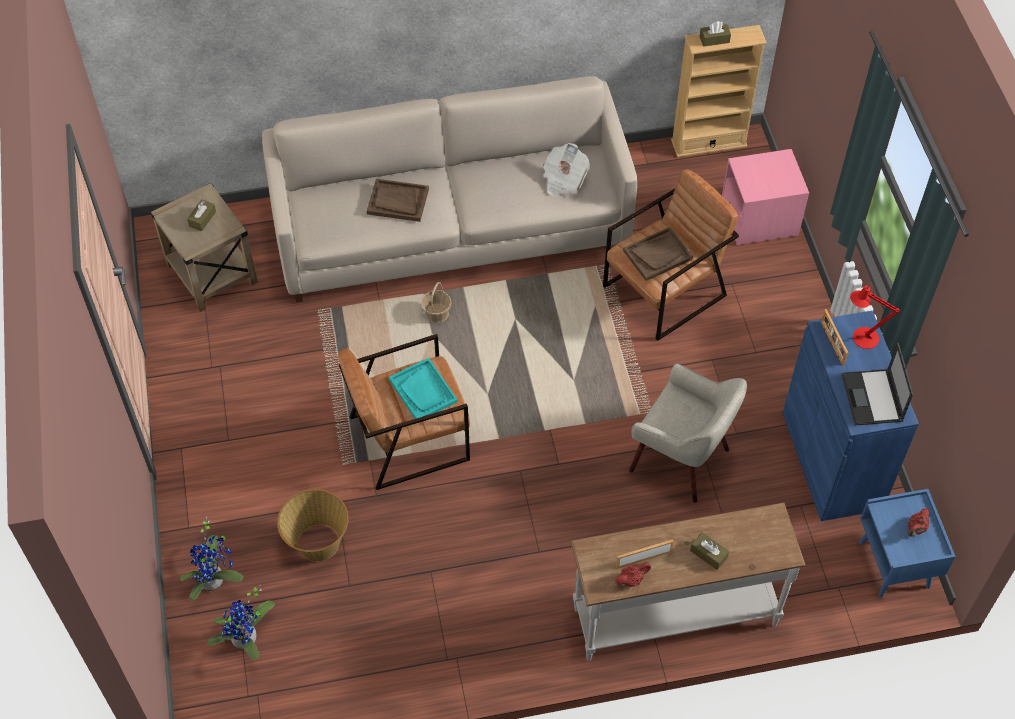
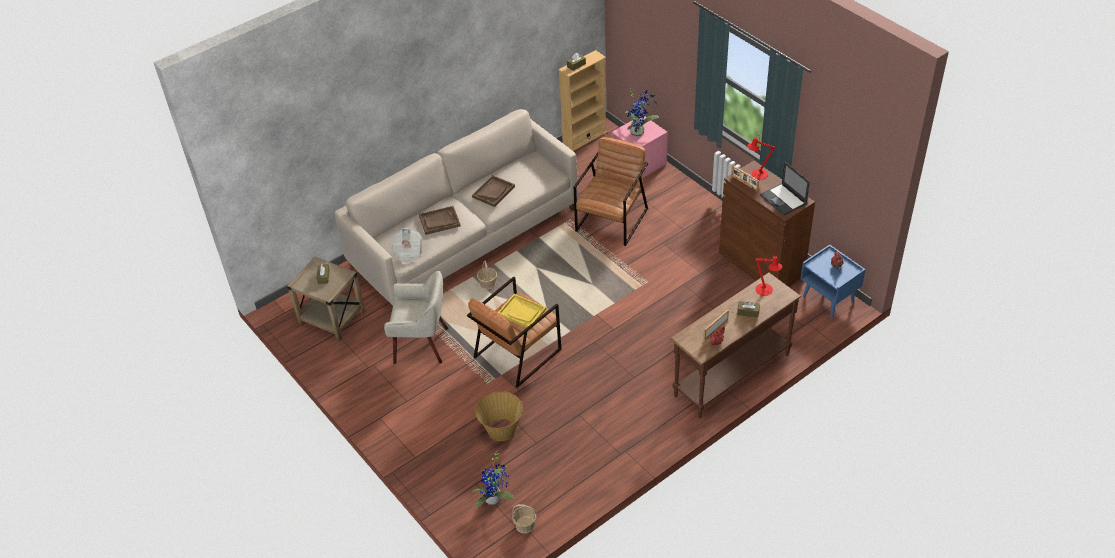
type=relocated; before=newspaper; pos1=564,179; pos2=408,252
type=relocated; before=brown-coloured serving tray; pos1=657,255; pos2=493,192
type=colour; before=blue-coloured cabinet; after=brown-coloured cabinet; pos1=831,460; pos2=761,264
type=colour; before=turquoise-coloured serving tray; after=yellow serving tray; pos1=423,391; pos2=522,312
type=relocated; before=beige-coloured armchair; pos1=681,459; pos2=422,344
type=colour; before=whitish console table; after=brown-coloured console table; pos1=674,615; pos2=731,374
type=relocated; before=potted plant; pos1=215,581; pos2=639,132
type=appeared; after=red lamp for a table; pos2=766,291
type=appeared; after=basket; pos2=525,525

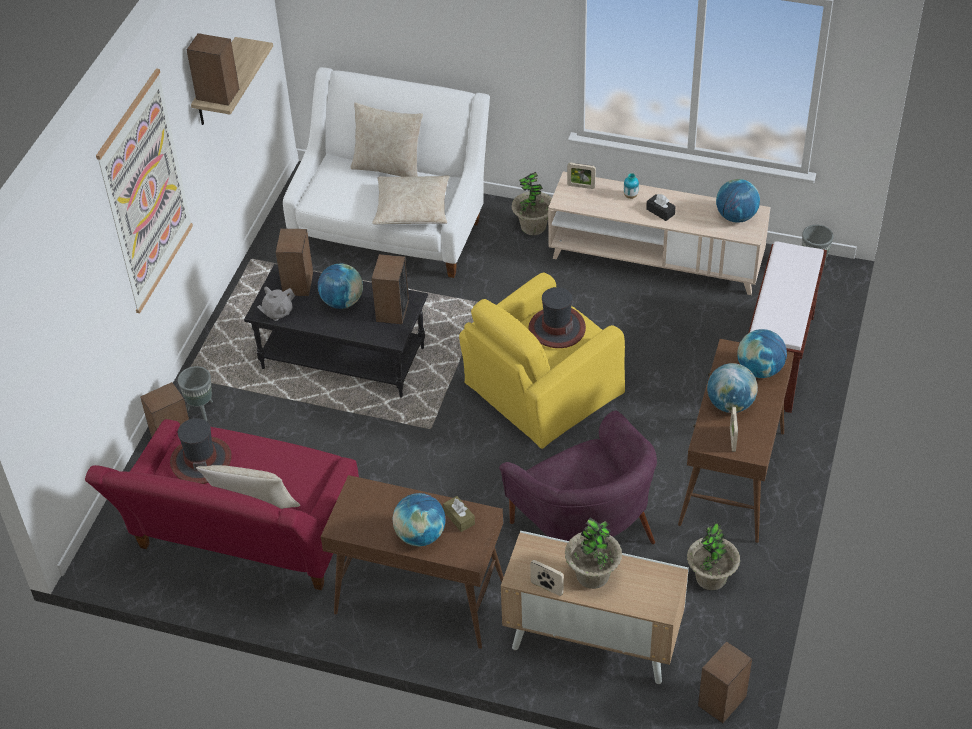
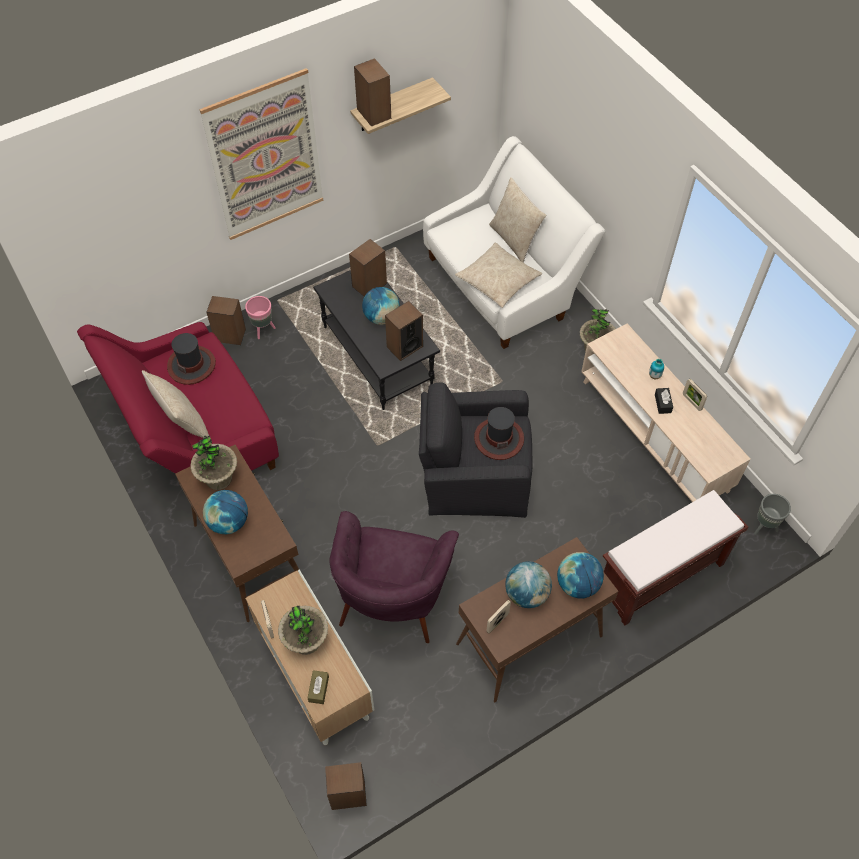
type=relocated; before=picture frame; pos1=581,186; pos2=692,402
type=missing; before=globe; pos1=736,217
type=colour; before=yellow armchair; after=blackish armchair; pos1=542,389; pos2=475,472
type=missing; before=grey pot for tea; pos1=277,312
type=colour; before=grey planter; after=pink-coloured planter; pos1=201,411; pos2=263,330
type=relocated; before=brown-coloured tissue holder; pos1=459,518; pos2=318,689
type=relocated; before=potted plant; pos1=711,578; pos2=218,478

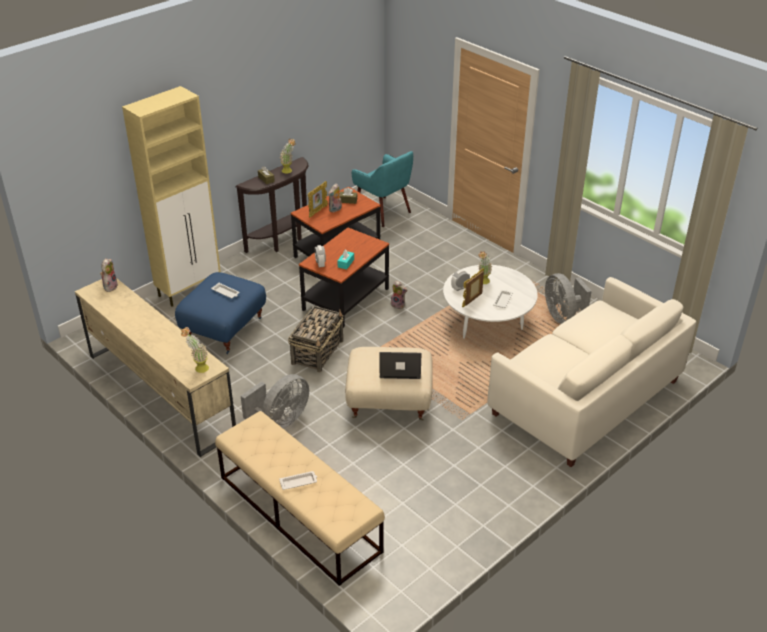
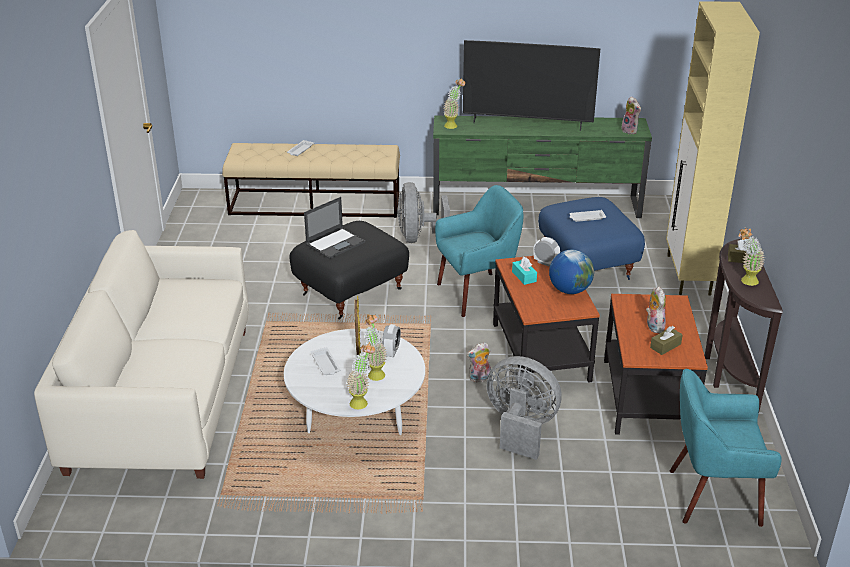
type=missing; before=picture frame; pos1=318,211
type=relocated; before=grey fan; pos1=562,316; pos2=520,428
type=colour; before=beige-coloured media console; after=green media console; pos1=160,393; pos2=537,206
type=exchanged; before=basket; after=turquoise-coloured armchair; pos1=318,352; pos2=477,293
type=colour; before=beige-coloured footrest; after=blackish footrest; pos1=388,403; pos2=351,291
type=appeared; after=television; pos2=527,123
type=appeared; after=globe; pos2=569,290
type=appeared; after=potted plant; pos2=362,401

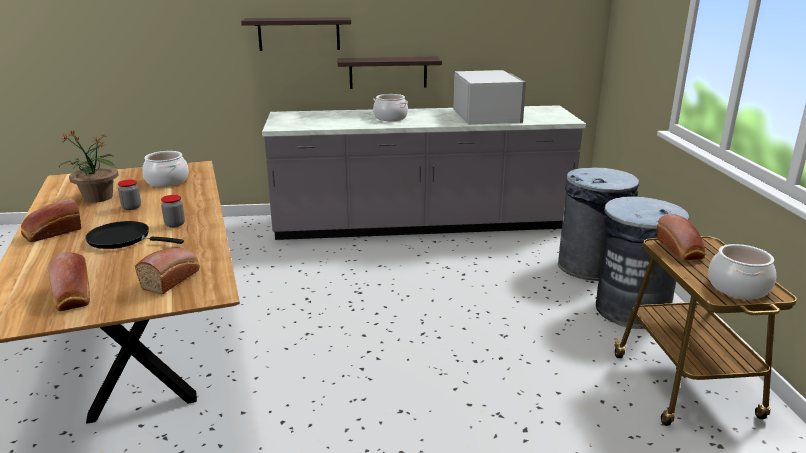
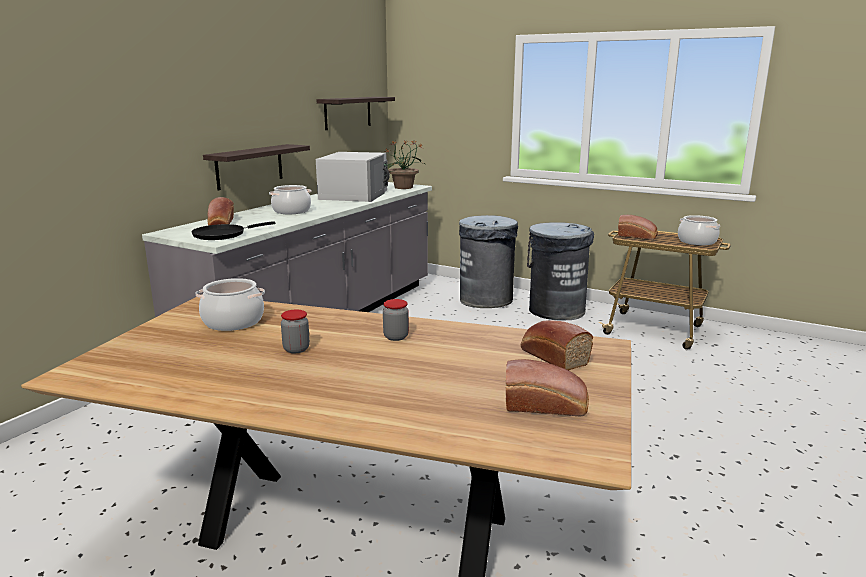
type=relocated; before=shelf; pos1=299,34; pos2=347,112
type=spun; before=whitish kitchen microwave; pos1=486,115; pos2=354,194; turn=75
type=relocated; before=potted plant; pos1=98,198; pos2=404,187
type=relocated; before=bakery bread; pos1=52,233; pos2=221,223
type=relocated; before=blackish frying pan; pos1=123,239; pos2=222,235

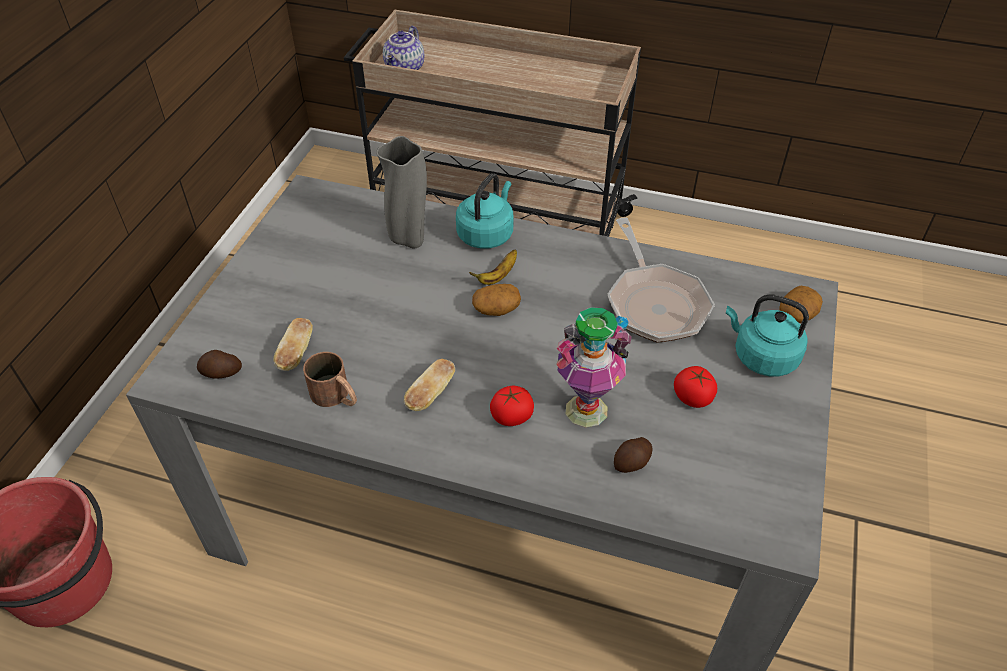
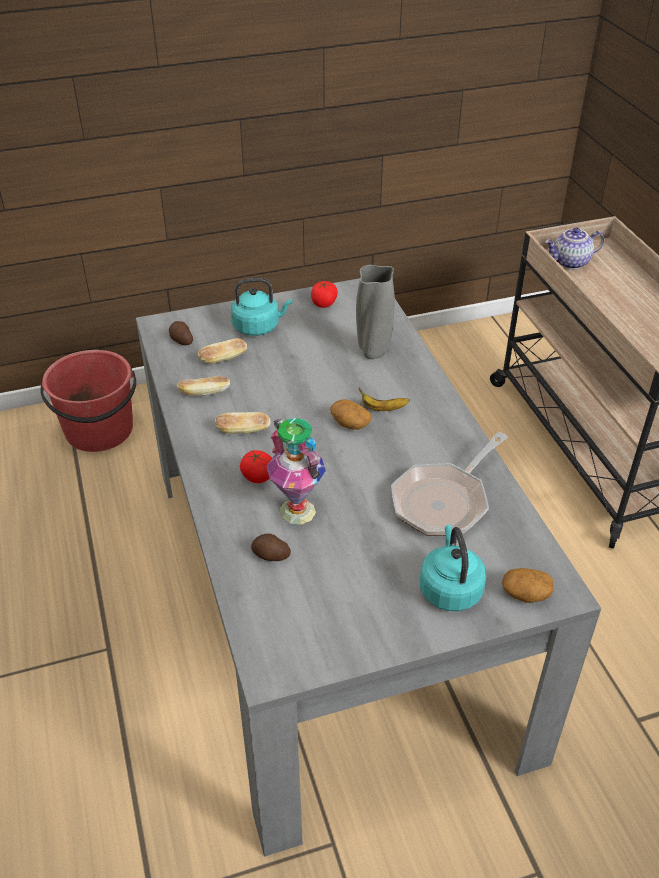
type=relocated; before=turquoise-coloured kettle; pos1=486,234; pos2=259,327
type=exchanged; before=brown-coloured mug; after=bakery bread; pos1=336,396; pos2=204,393
type=relocated; before=whole tomato; pos1=693,397; pos2=324,303

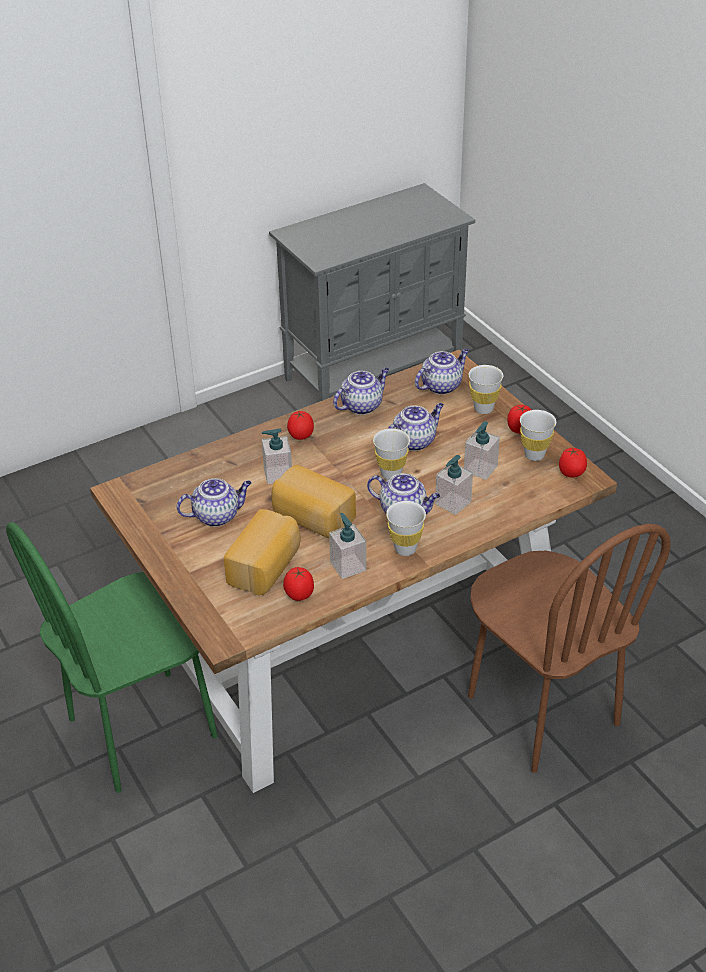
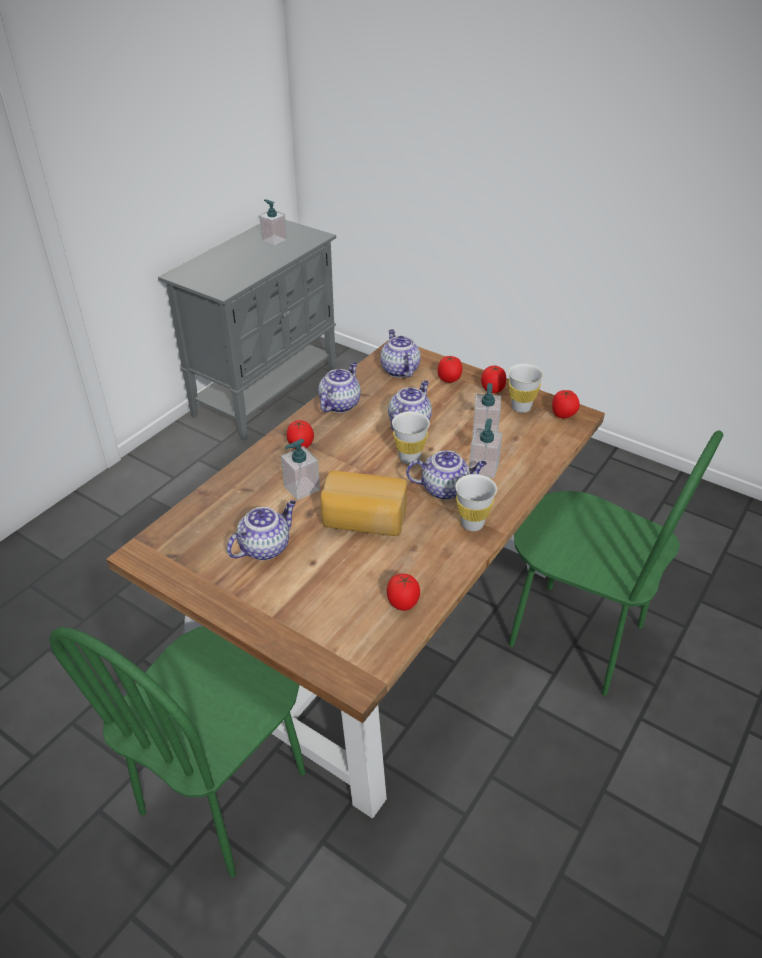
type=spun; before=pot for tea; pos1=441,385; pos2=399,370; turn=-45
type=exchanged; before=whitish cup; after=whole tomato; pos1=483,408; pos2=449,380
type=missing; before=bakery bread; pos1=266,567
type=relocated; before=soap bottle; pos1=348,566; pos2=274,240
type=colour; before=brown-coloured plain chair; after=green plain chair; pos1=541,710; pos2=576,636

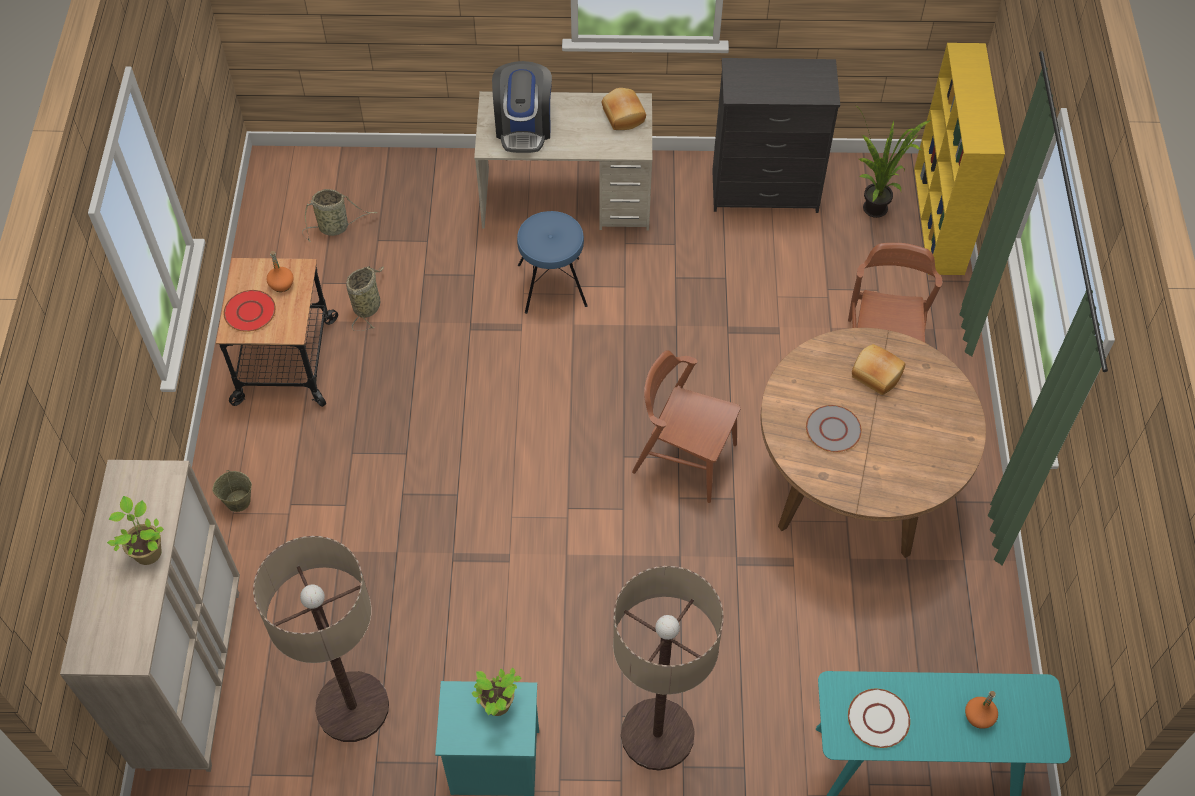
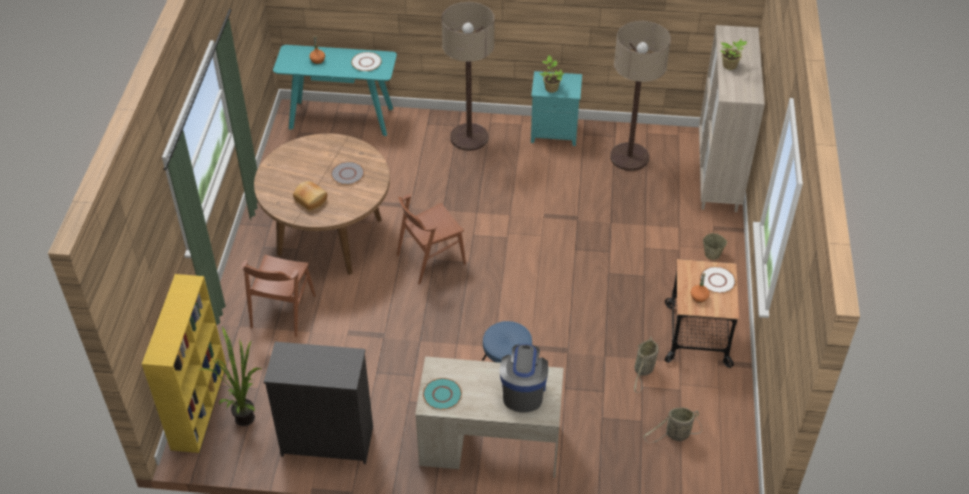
type=exchanged; before=bakery bread; after=turquoise-coloured dinner plate; pos1=622,116; pos2=442,394
type=colour; before=red dinner plate; after=whitish dinner plate; pos1=250,311; pos2=717,281
type=spun; before=brown-coloured plain chair; pos1=684,458; pos2=430,259; turn=120

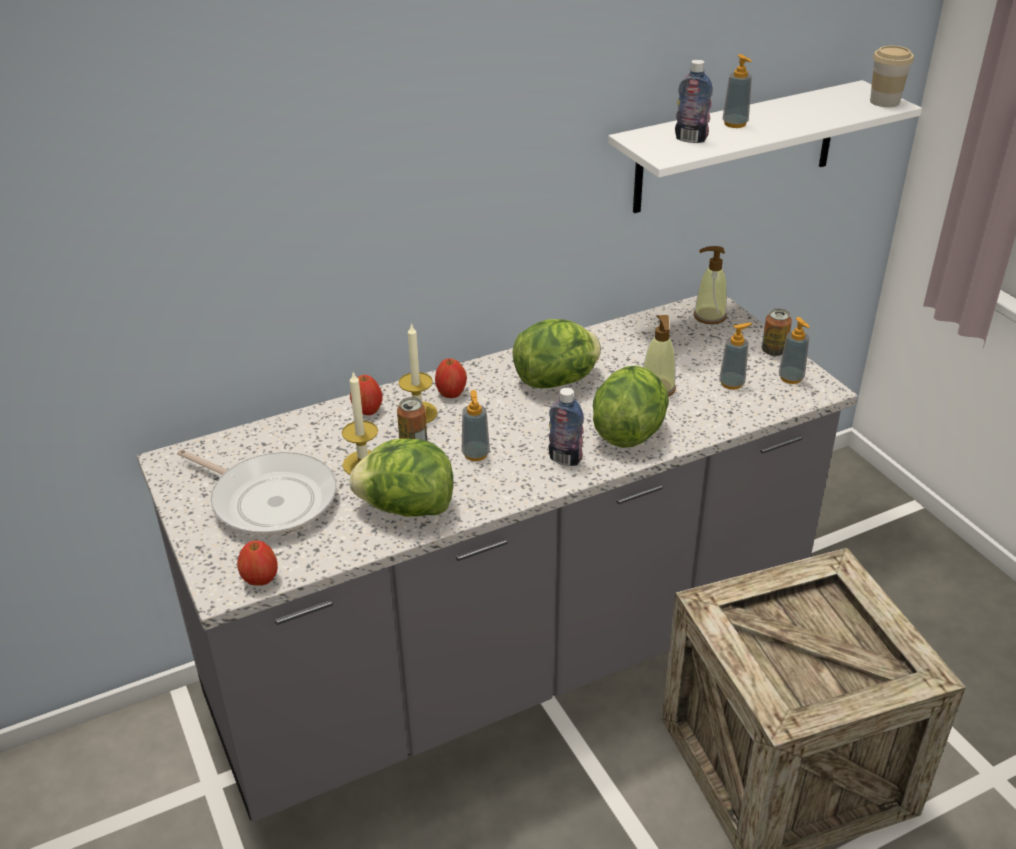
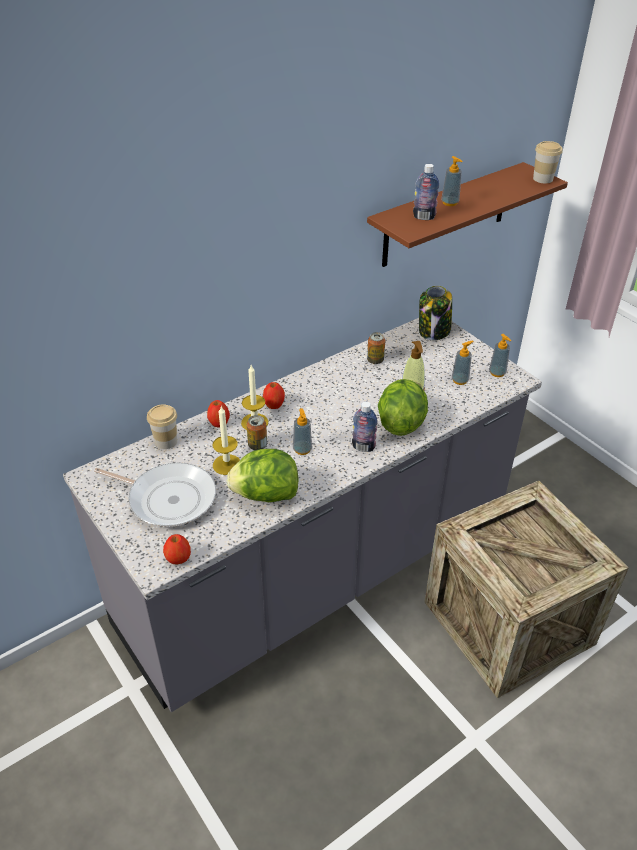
type=colour; before=whitish shelf; after=brown-coloured shelf; pos1=736,147; pos2=446,215
type=exchanged; before=soap bottle; after=storage jar; pos1=709,316; pos2=434,331
type=relocated; before=can; pos1=773,351; pos2=375,360
type=missing; before=head of lettuce; pos1=557,381
type=appeared; after=cup; pos2=166,441

